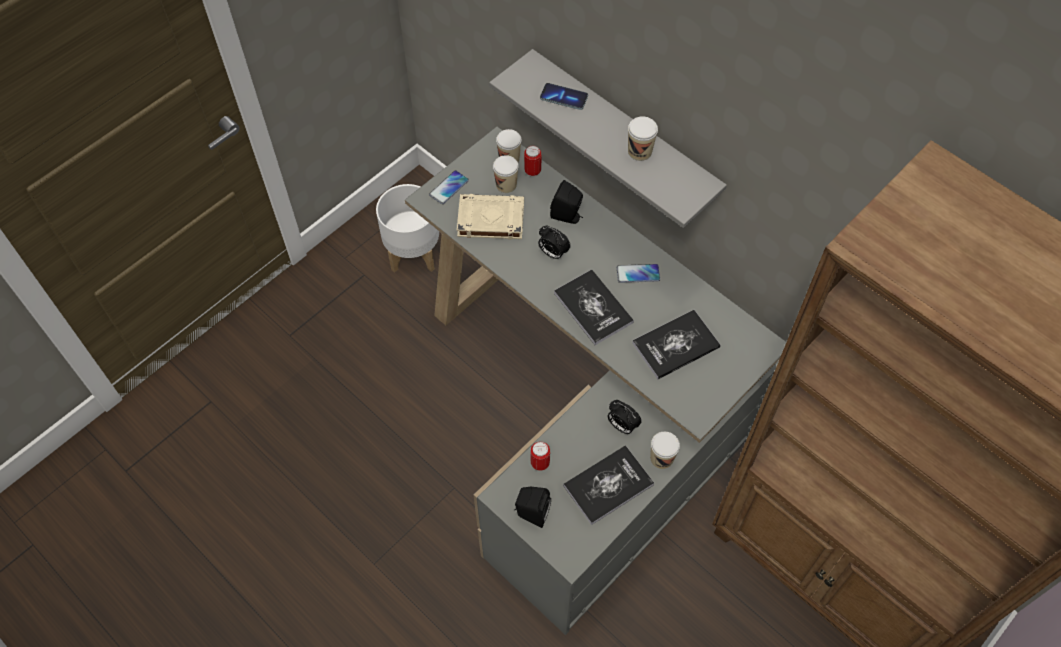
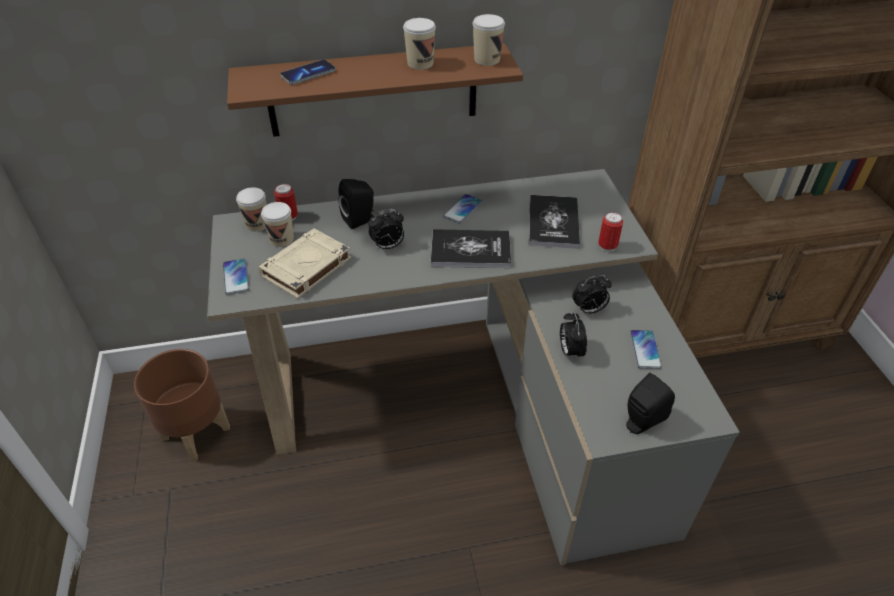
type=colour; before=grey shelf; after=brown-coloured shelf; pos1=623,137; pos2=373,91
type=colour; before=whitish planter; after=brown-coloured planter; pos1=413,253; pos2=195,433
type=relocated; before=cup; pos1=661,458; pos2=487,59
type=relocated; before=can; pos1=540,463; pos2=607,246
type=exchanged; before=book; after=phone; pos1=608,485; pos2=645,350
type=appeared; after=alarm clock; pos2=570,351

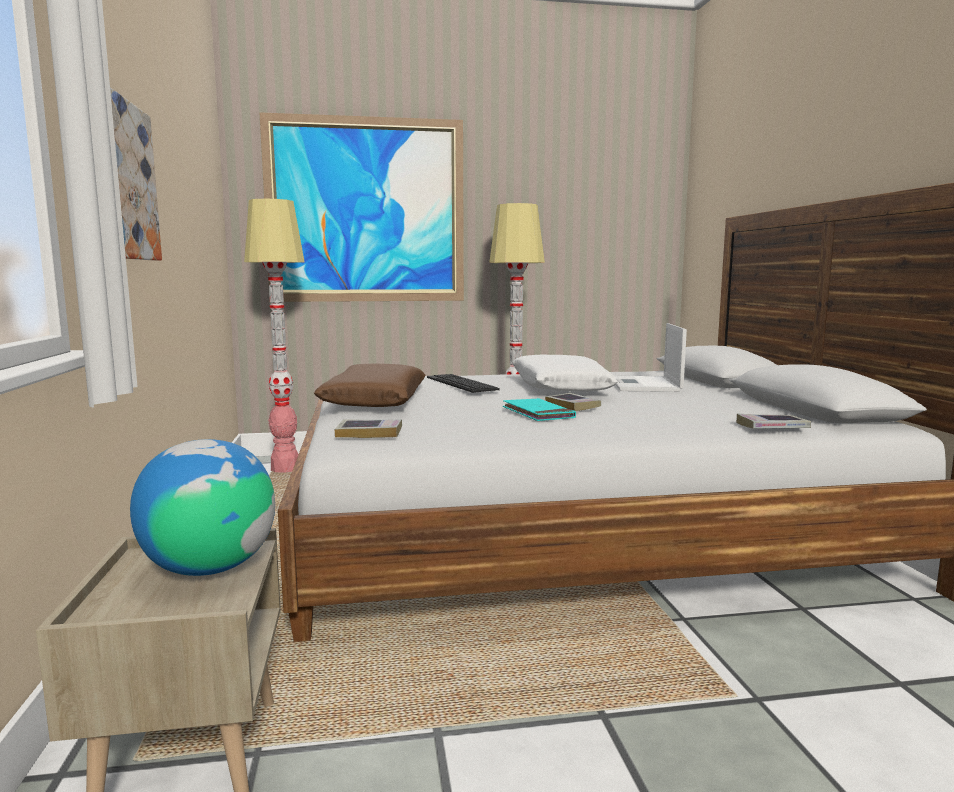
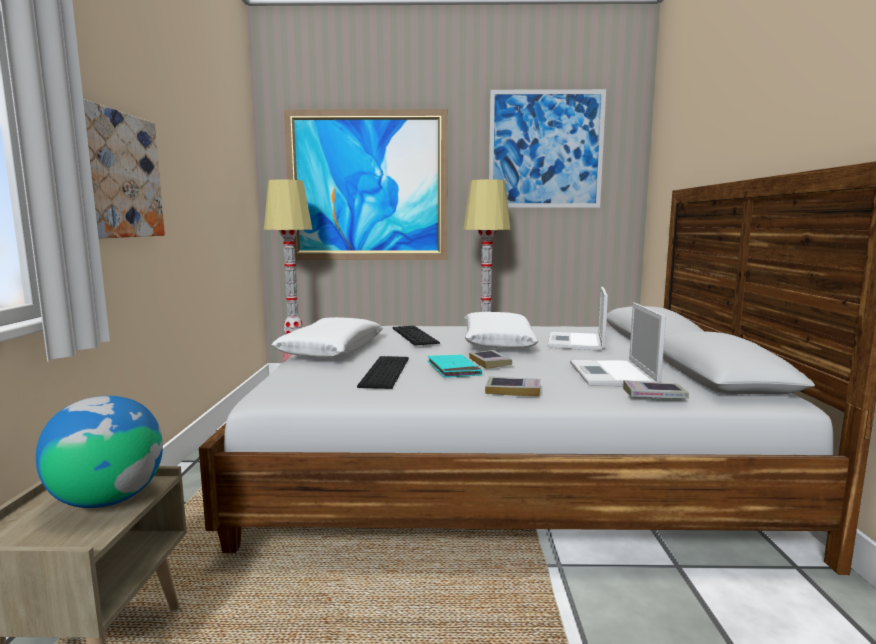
type=colour; before=brown-coloured pillow; after=whitish pillow; pos1=374,401; pos2=331,350
type=relocated; before=book; pos1=369,433; pos2=513,390
type=appeared; after=wall picture; pos2=545,149
type=appeared; after=laptop; pos2=613,374
type=appeared; after=keyboard; pos2=385,371

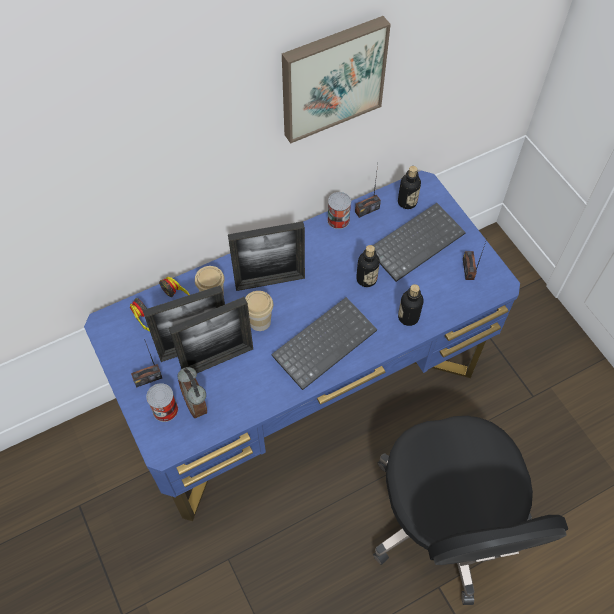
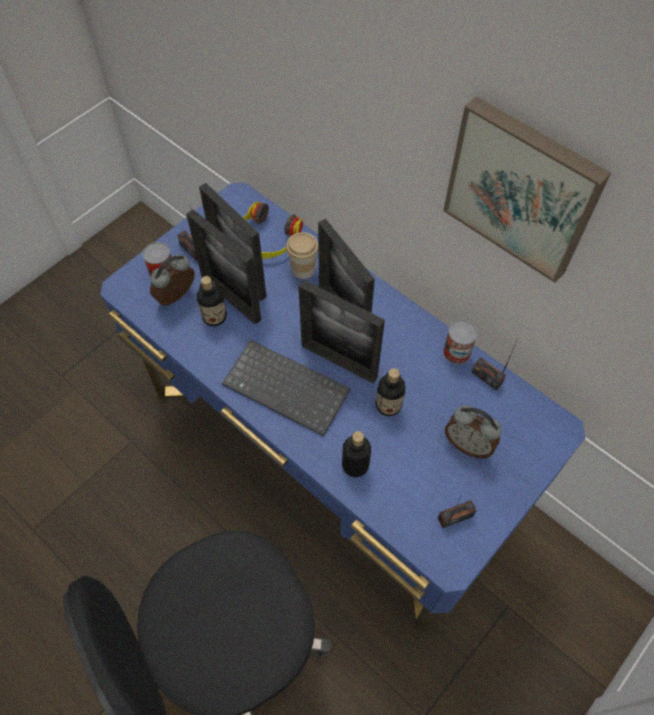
type=relocated; before=beverage bottle; pos1=407,202; pos2=214,317
type=exchanged; before=keyboard; after=alarm clock; pos1=416,241; pos2=468,444
type=missing; before=cup; pos1=259,321
type=appeared; after=picture frame; pos2=339,361

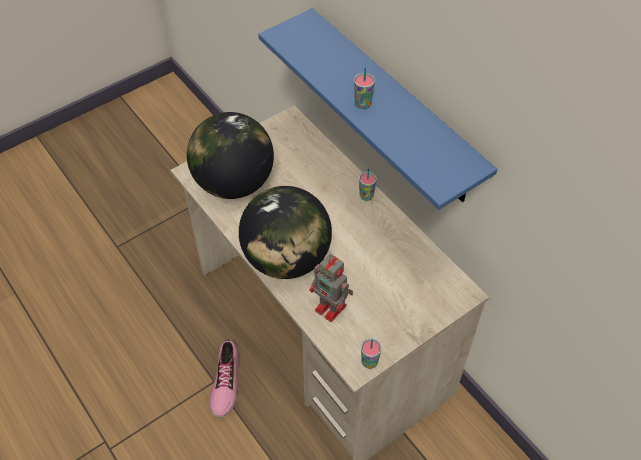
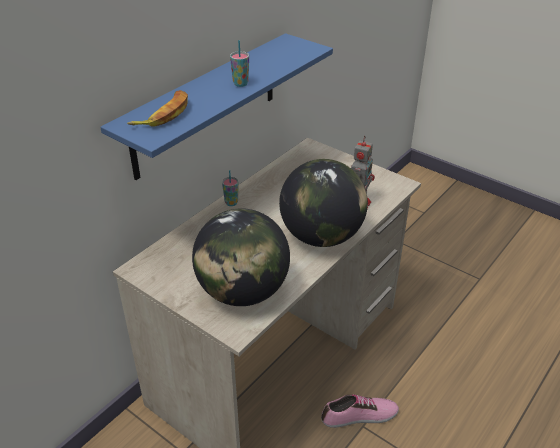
type=missing; before=cup; pos1=369,362
type=appeared; after=whole banana; pos2=163,114

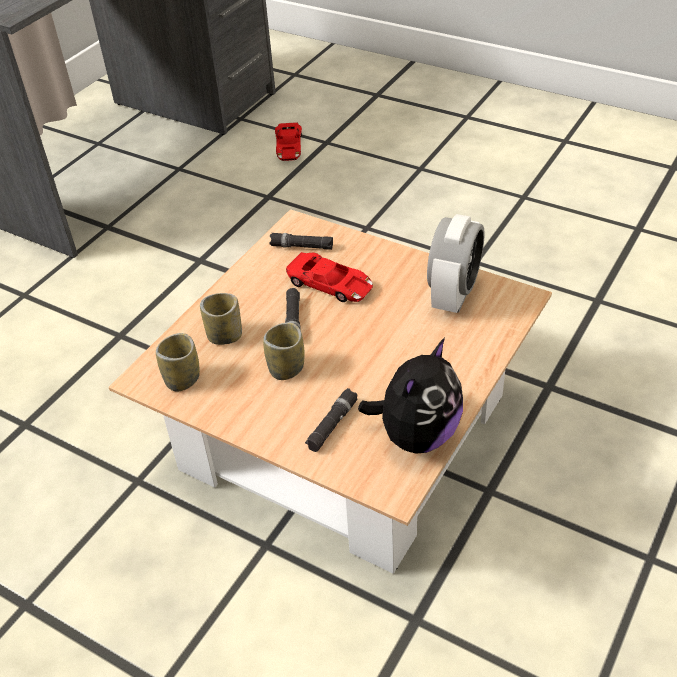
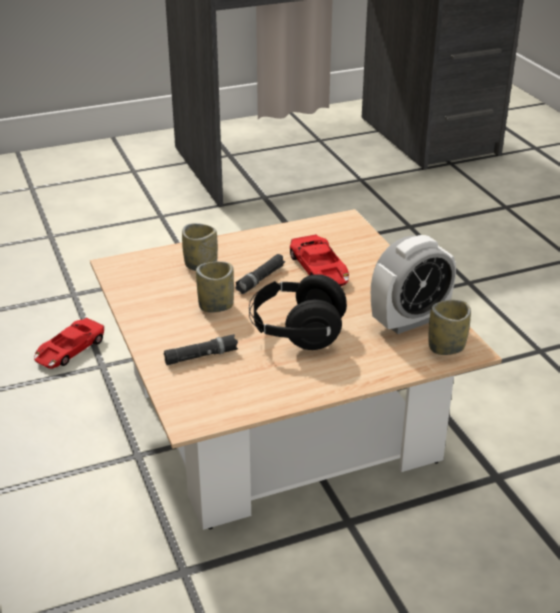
type=relocated; before=red model car; pos1=289,147; pos2=69,350
type=missing; before=blackish hand torch; pos1=301,246
type=relocated; before=cup; pos1=182,379; pos2=446,347
type=missing; before=cuddly toy; pos1=416,435
type=appeared; after=blackish headset; pos2=296,332

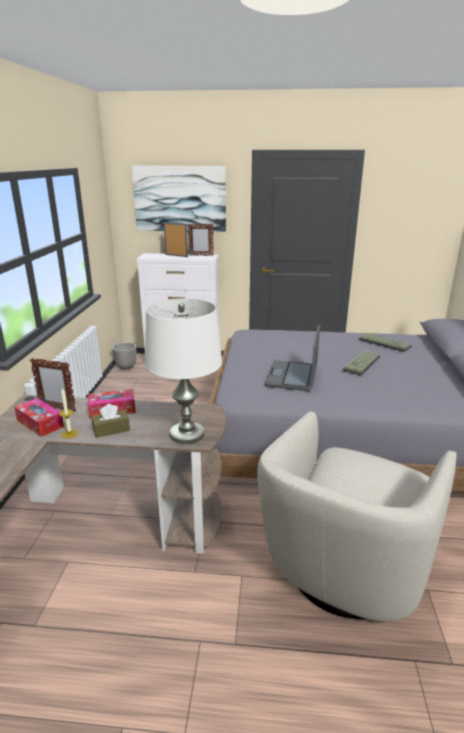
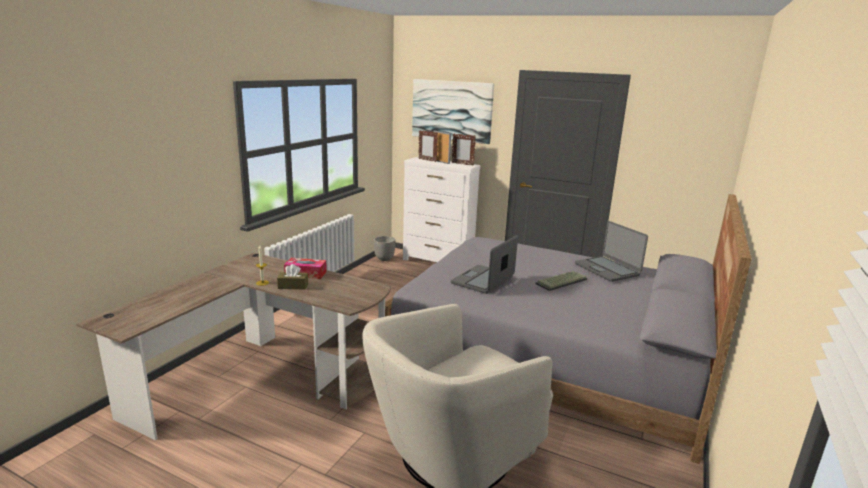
type=missing; before=whitish lamp for a table; pos1=187,434
type=exchanged; before=keyboard; after=laptop; pos1=385,343; pos2=607,269
type=relocated; before=picture frame; pos1=57,409; pos2=427,160
type=missing; before=tissue holder; pos1=40,423

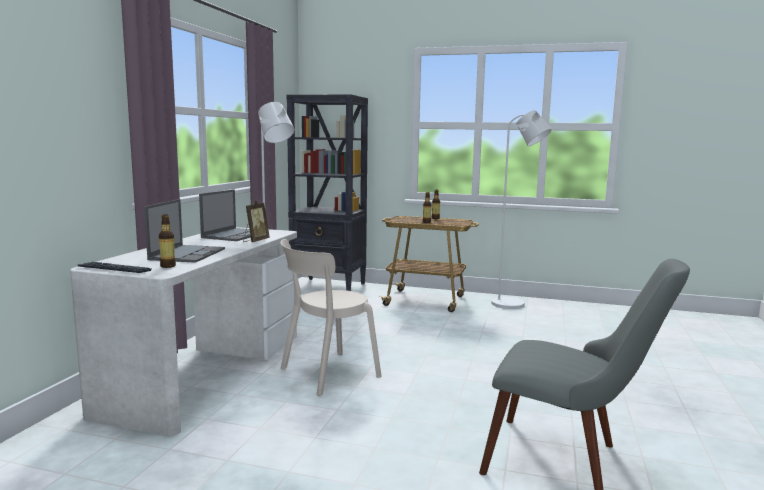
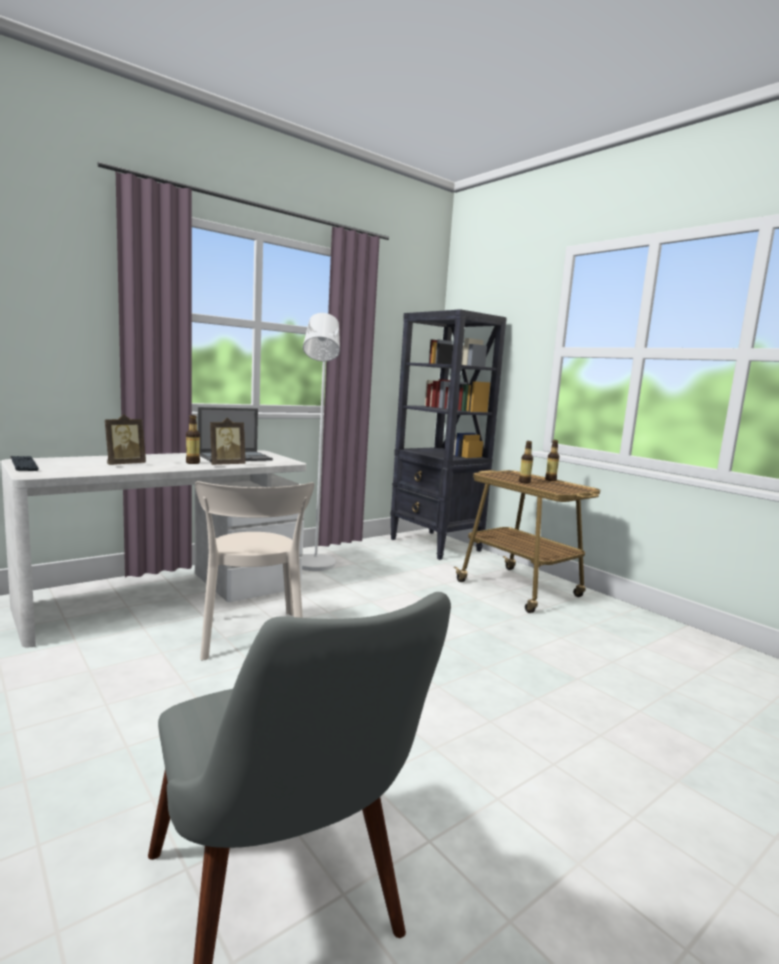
type=missing; before=whitish standing lamp; pos1=514,305
type=exchanged; before=laptop; after=picture frame; pos1=188,254; pos2=124,464
type=relocated; before=beverage bottle; pos1=168,266; pos2=192,463
type=spun; before=beige-coloured plain chair; pos1=326,374; pos2=251,637; turn=-105

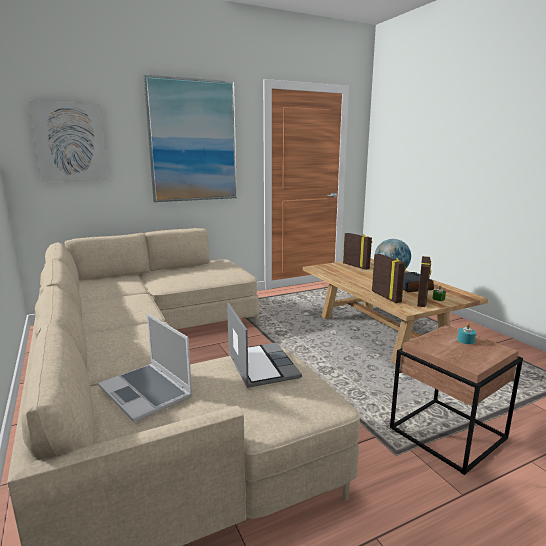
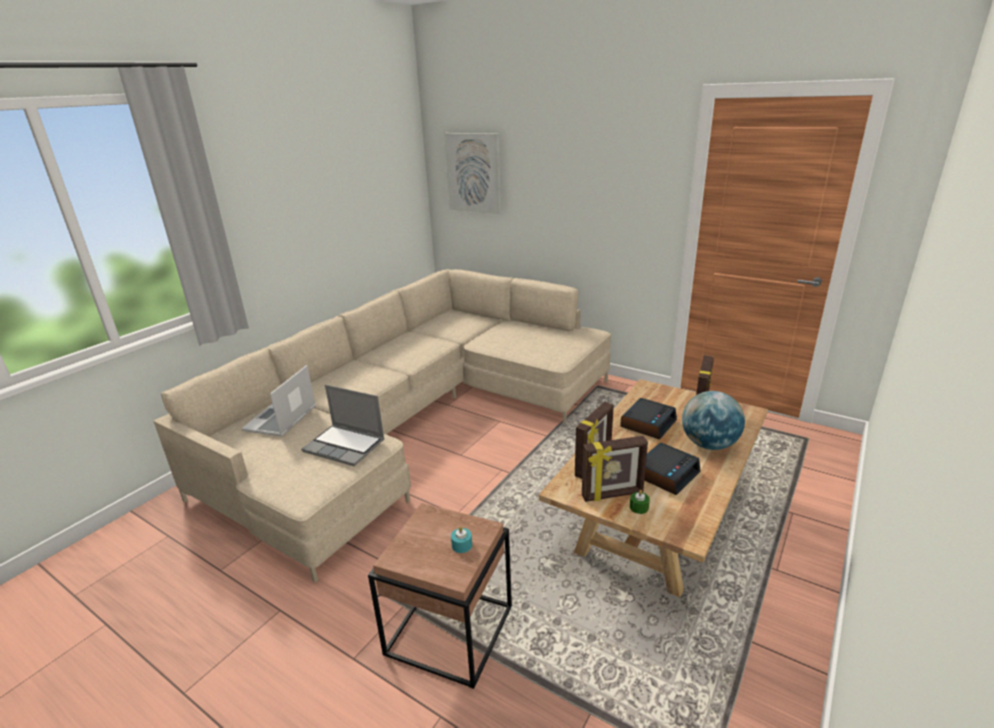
type=missing; before=wall picture; pos1=193,141
type=spun; before=laptop; pos1=261,365; pos2=345,446; turn=75
type=appeared; after=alarm clock; pos2=648,423

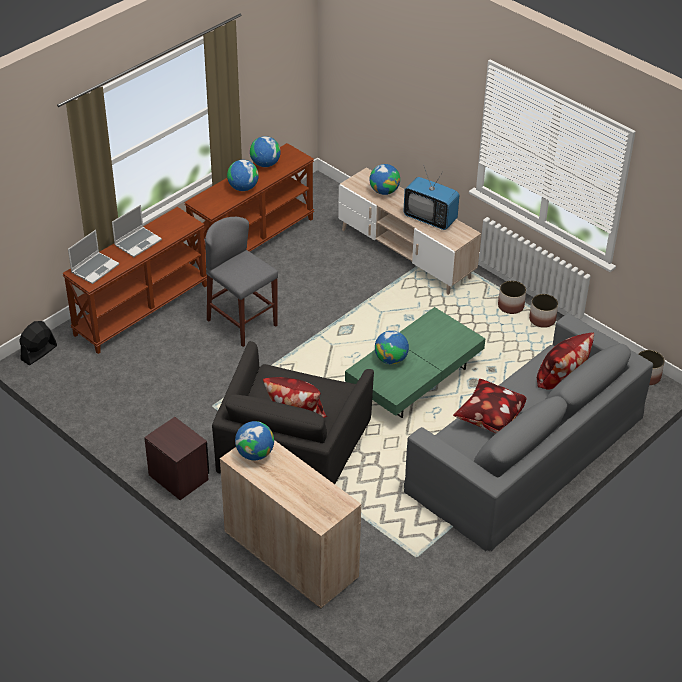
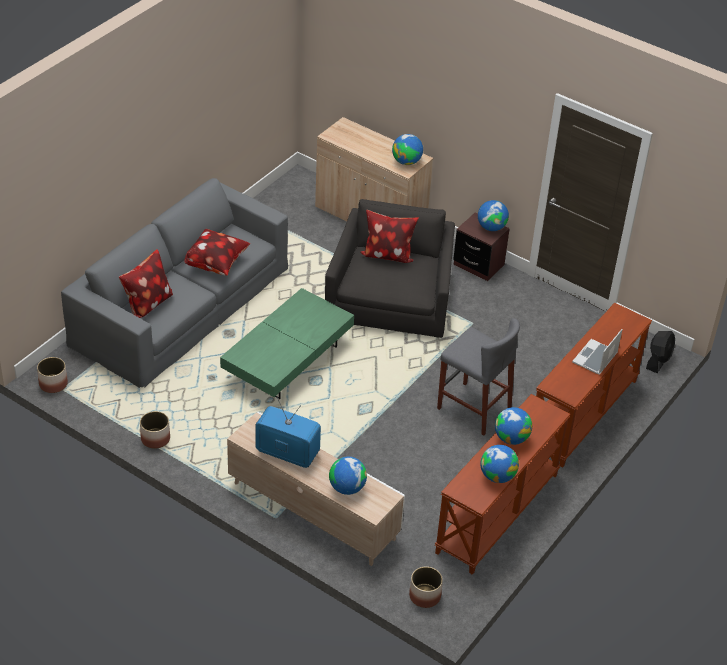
type=missing; before=laptop; pos1=95,268
type=relocated; before=planter; pos1=511,306; pos2=424,596
type=relocated; before=globe; pos1=391,359; pos2=491,227

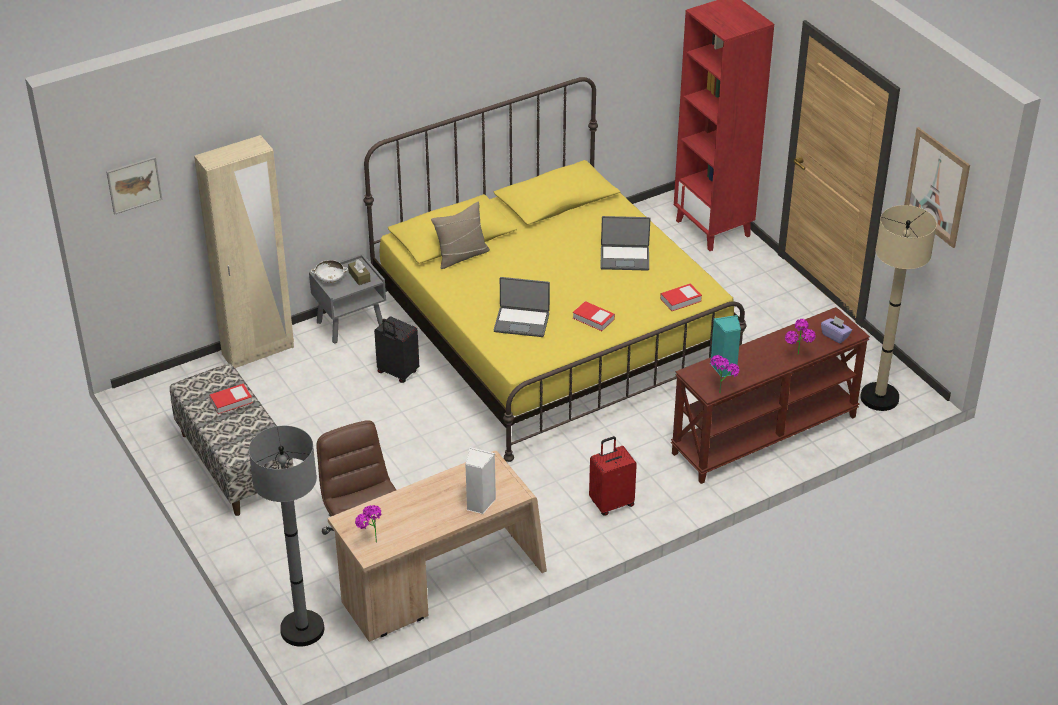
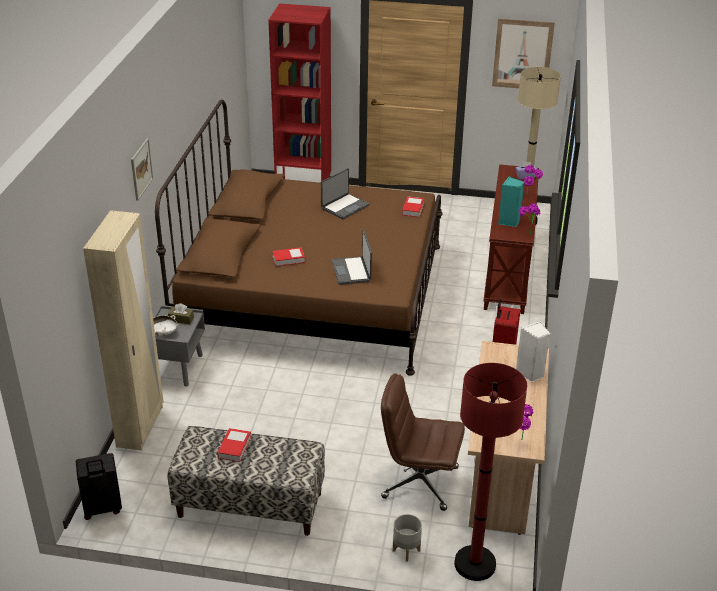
type=colour; before=yellow sleeping bed; after=brown-coloured sleeping bed; pos1=552,333; pos2=312,293
type=relocated; before=wall picture; pos1=134,185; pos2=141,169
type=missing; before=beige-coloured pillow; pos1=461,256
type=spun; before=laptop; pos1=522,322; pos2=352,271; turn=120
type=relocated; before=book; pos1=593,319; pos2=288,259
type=relocated; before=blackish piece of luggage; pos1=397,373; pos2=102,509
type=colour; before=grey standing lamp; after=red standing lamp; pos1=302,629; pos2=475,564
type=appeared; after=grey planter; pos2=406,551

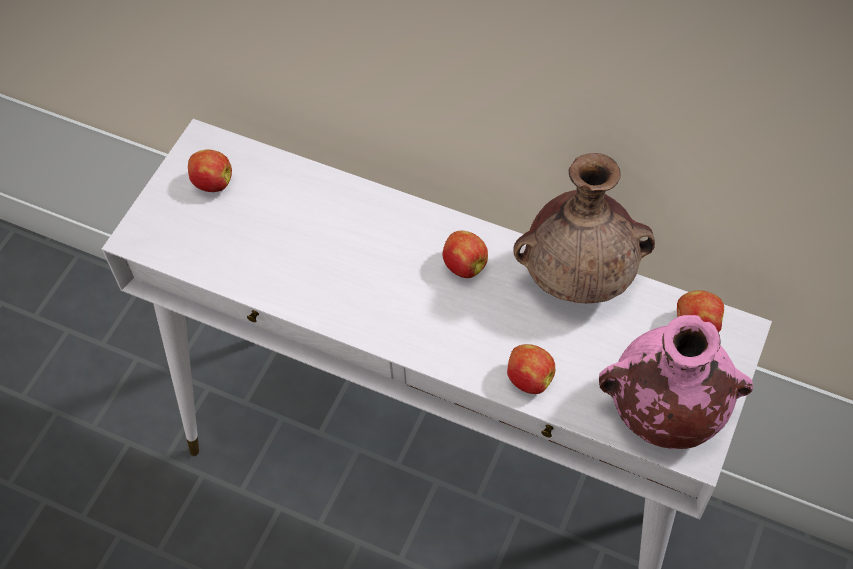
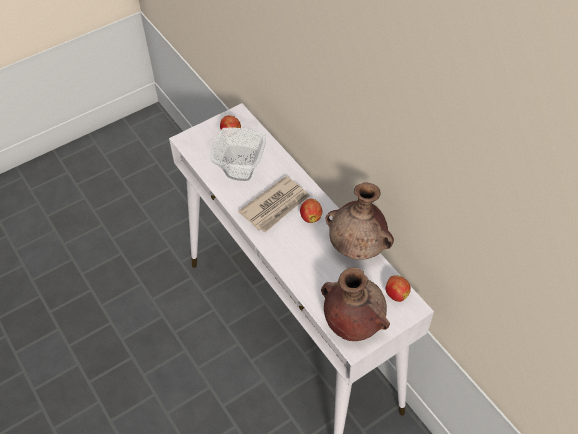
type=colour; before=pink-coloured vase; after=brown-coloured vase; pos1=663,412; pos2=352,322
type=missing; before=apple fruit; pos1=528,378
type=appeared; after=bowl; pos2=242,170
type=appeared; after=newspaper; pos2=276,206

